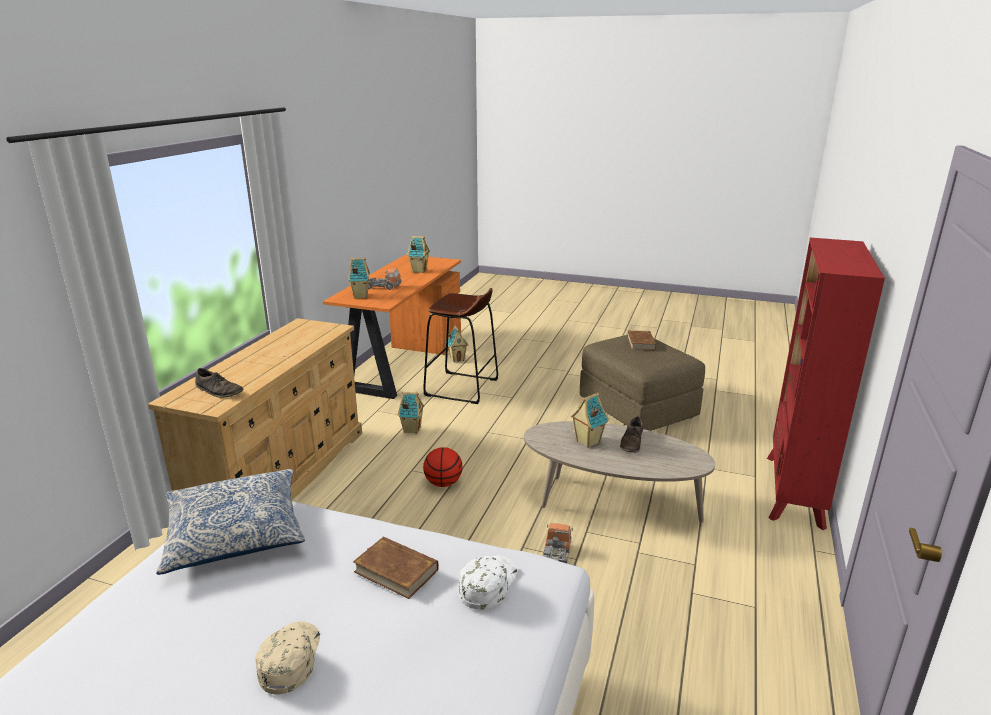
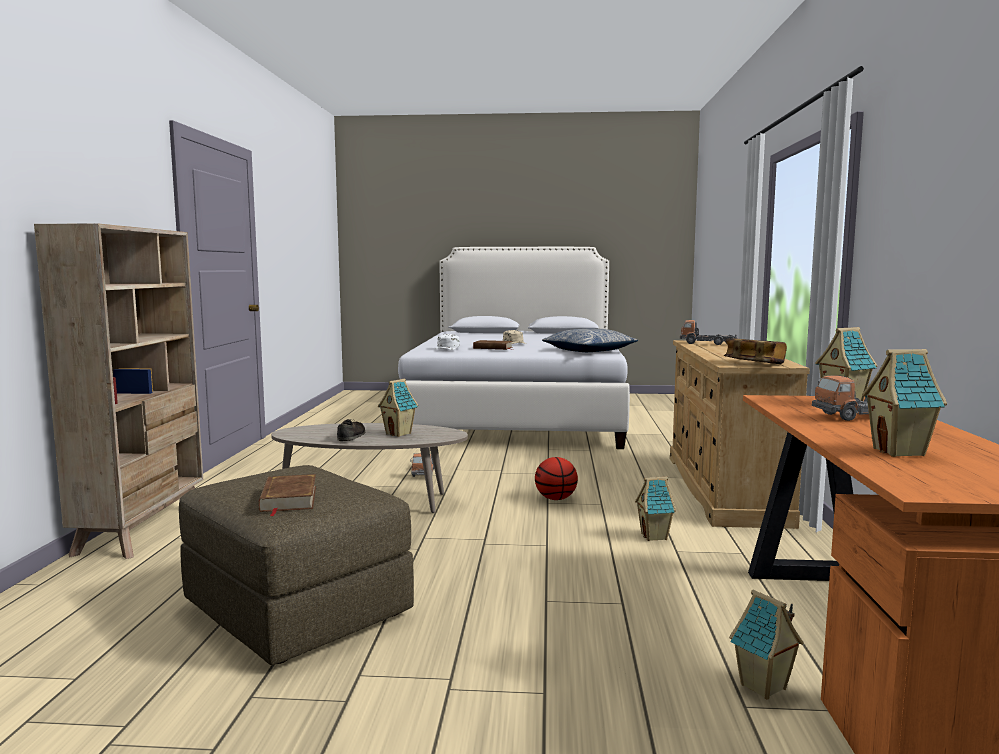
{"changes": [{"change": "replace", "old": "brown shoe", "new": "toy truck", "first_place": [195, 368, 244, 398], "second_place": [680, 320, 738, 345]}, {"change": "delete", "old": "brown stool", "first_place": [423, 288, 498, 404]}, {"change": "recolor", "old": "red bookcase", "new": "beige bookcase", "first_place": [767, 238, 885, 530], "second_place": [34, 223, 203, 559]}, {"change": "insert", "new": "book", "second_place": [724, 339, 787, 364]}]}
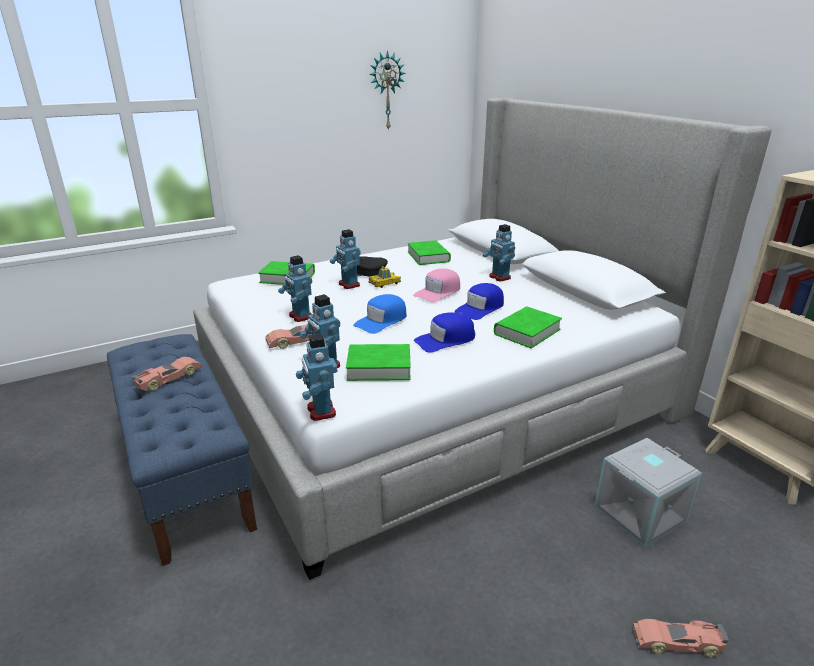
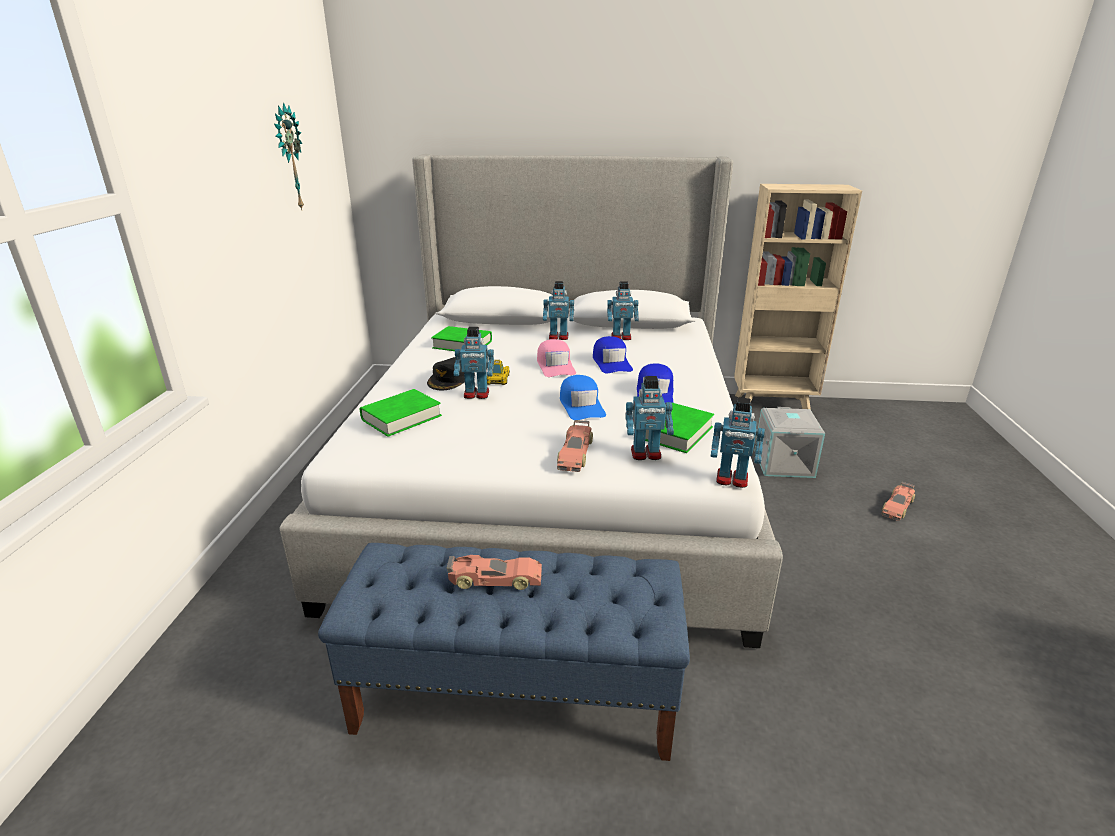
{"changes": [{"change": "rotate", "old": "toy car", "first_place": [132, 357, 202, 391], "second_place": [447, 555, 542, 590], "degrees": 105}, {"change": "move", "old": "toy robot", "first_place": [278, 255, 312, 322], "second_place": [607, 282, 639, 340]}, {"change": "delete", "old": "green book", "first_place": [494, 307, 562, 348]}]}
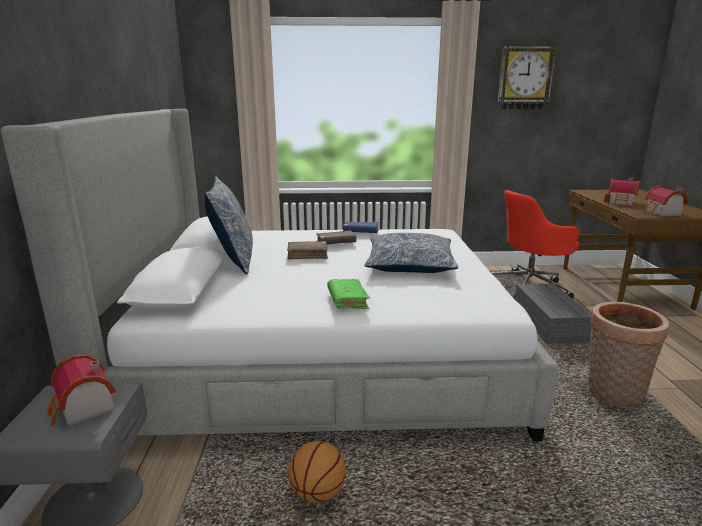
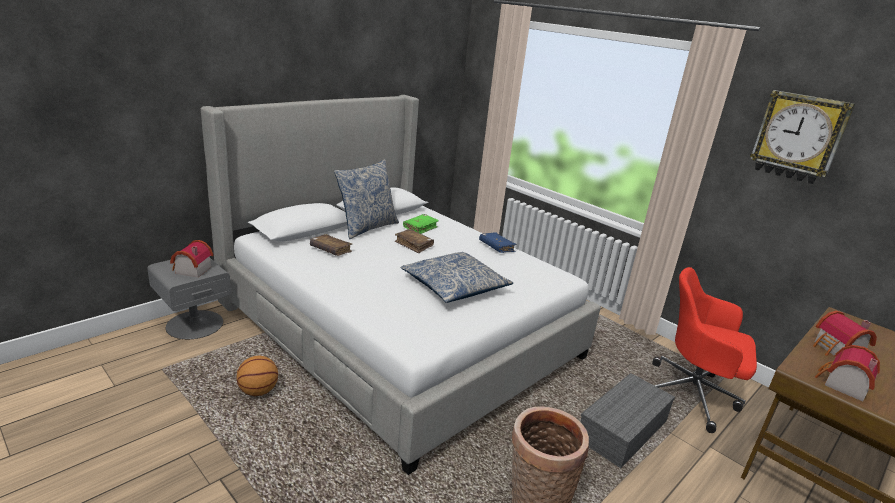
{"changes": [{"change": "move", "old": "brown book", "first_place": [316, 230, 356, 245], "second_place": [310, 234, 352, 256]}, {"change": "move", "old": "green book", "first_place": [327, 279, 370, 309], "second_place": [403, 214, 439, 234]}]}
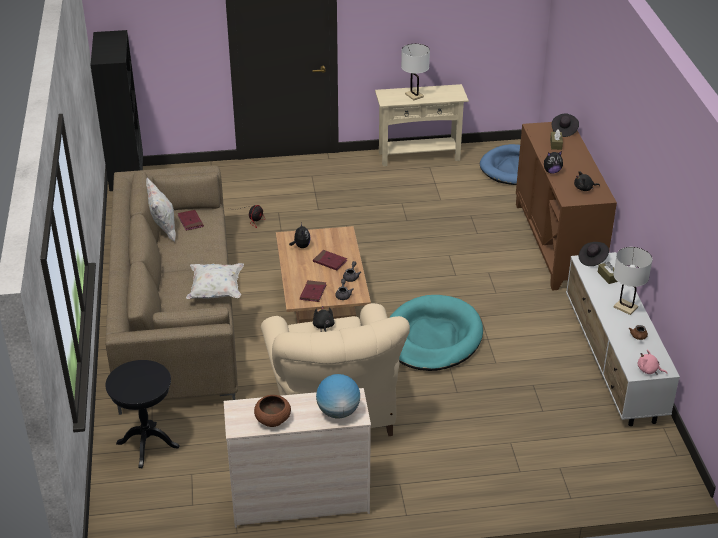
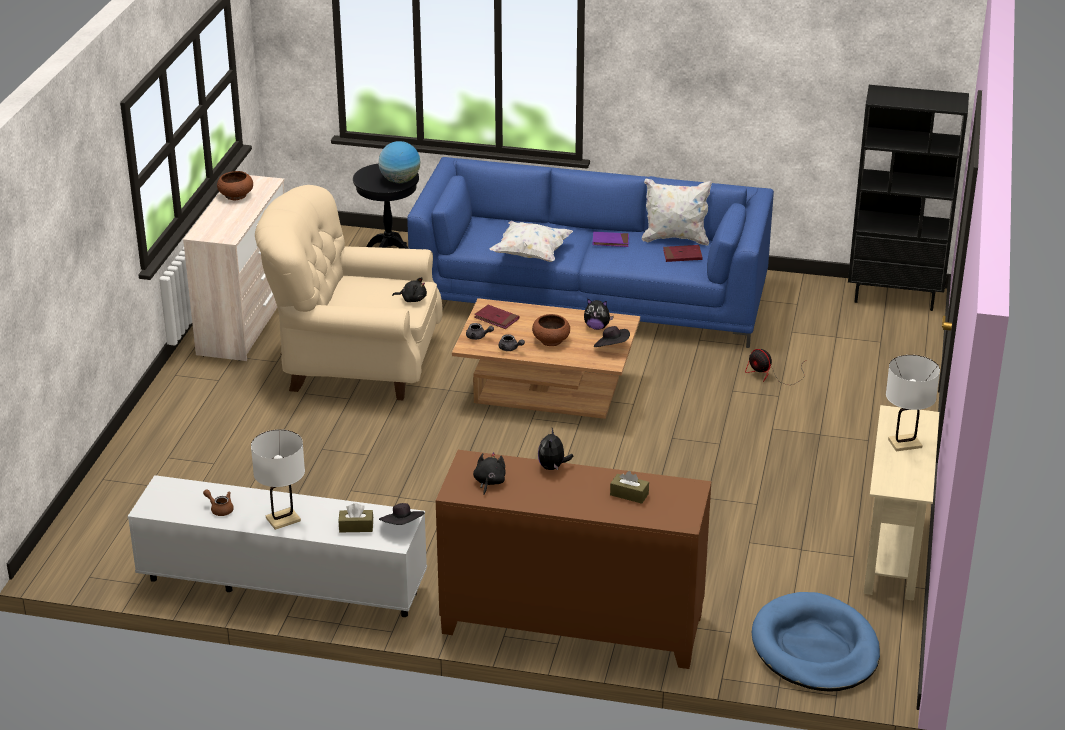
{"changes": [{"change": "recolor", "old": "brown sofa", "new": "blue sofa", "first_place": [105, 165, 238, 415], "second_place": [407, 157, 774, 348]}, {"change": "replace", "old": "red book", "new": "brown bowl", "first_place": [313, 250, 347, 271], "second_place": [532, 314, 570, 346]}, {"change": "move", "old": "globe", "first_place": [316, 374, 360, 418], "second_place": [378, 141, 420, 183]}, {"change": "delete", "old": "turquoise dog bed", "first_place": [389, 295, 483, 371]}, {"change": "move", "old": "black hat", "first_place": [552, 113, 579, 137], "second_place": [594, 326, 630, 347]}, {"change": "delete", "old": "pink plush toy", "first_place": [638, 350, 668, 375]}, {"change": "insert", "new": "purple book", "second_place": [592, 232, 629, 247]}]}
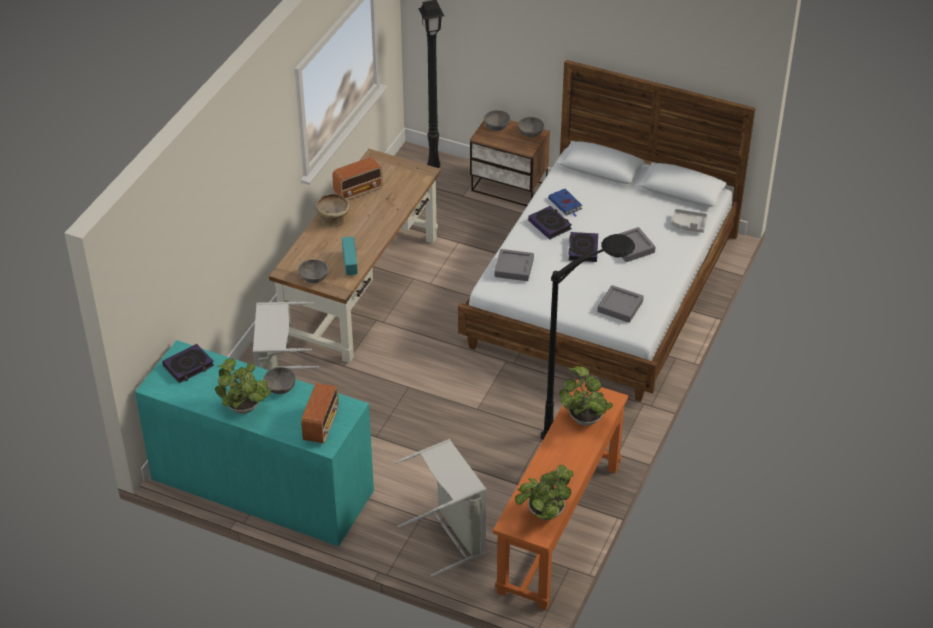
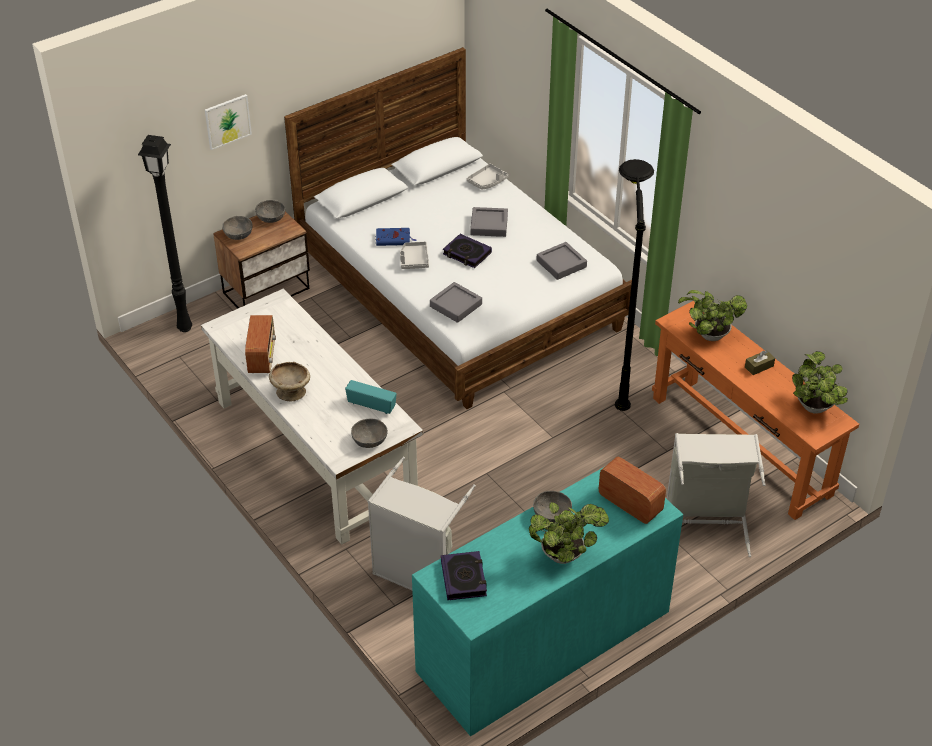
{"changes": [{"change": "recolor", "old": "brown desk", "new": "white desk", "first_place": [269, 149, 441, 363], "second_place": [201, 289, 423, 545]}, {"change": "replace", "old": "book", "new": "grey tray", "first_place": [528, 206, 572, 240], "second_place": [400, 242, 429, 269]}, {"change": "insert", "new": "picture", "second_place": [205, 94, 252, 150]}, {"change": "insert", "new": "brown tissue box", "second_place": [745, 350, 775, 375]}]}
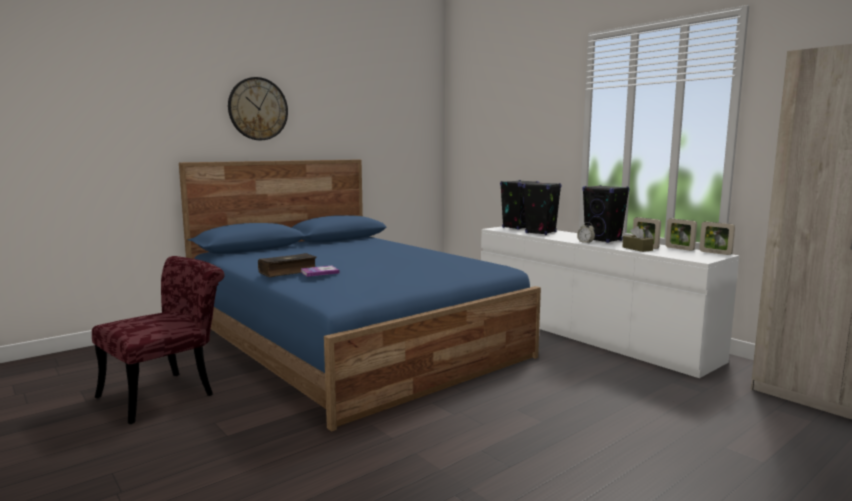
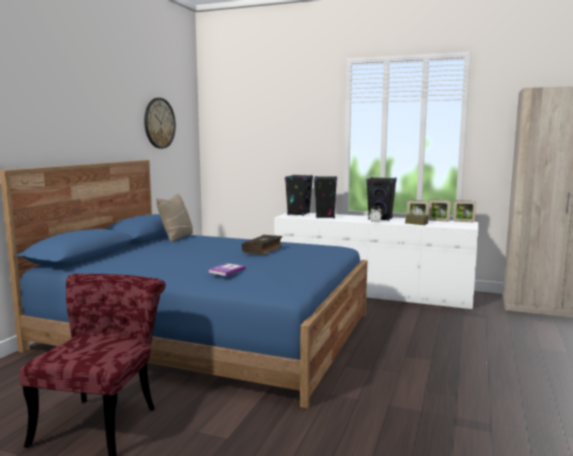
{"changes": [{"change": "move", "old": "wall clock", "first_place": [228, 77, 288, 140], "second_place": [144, 98, 176, 149]}, {"change": "move", "old": "book", "first_place": [258, 253, 317, 277], "second_place": [242, 235, 283, 255]}, {"change": "insert", "new": "beige pillow", "second_place": [156, 194, 193, 242]}]}
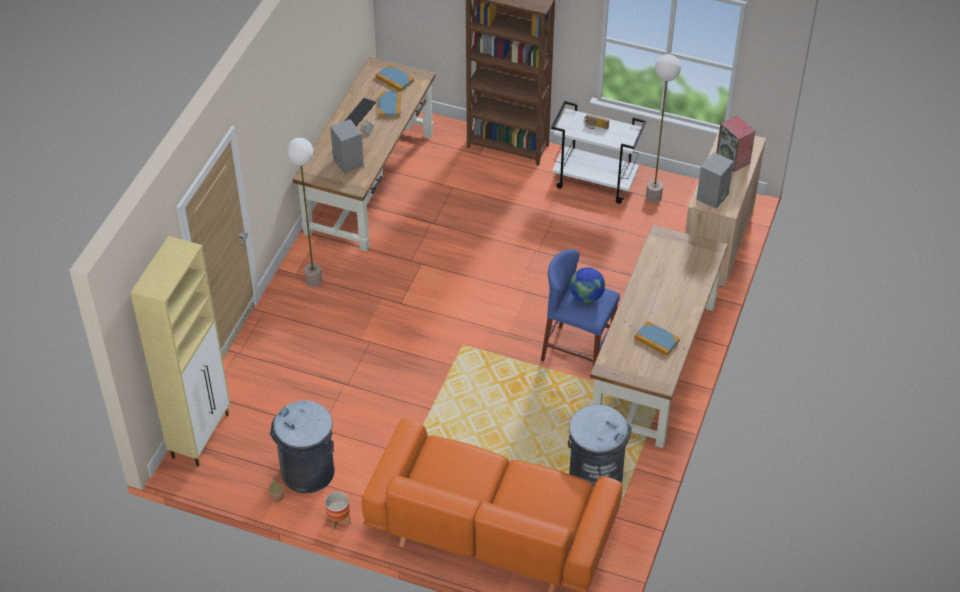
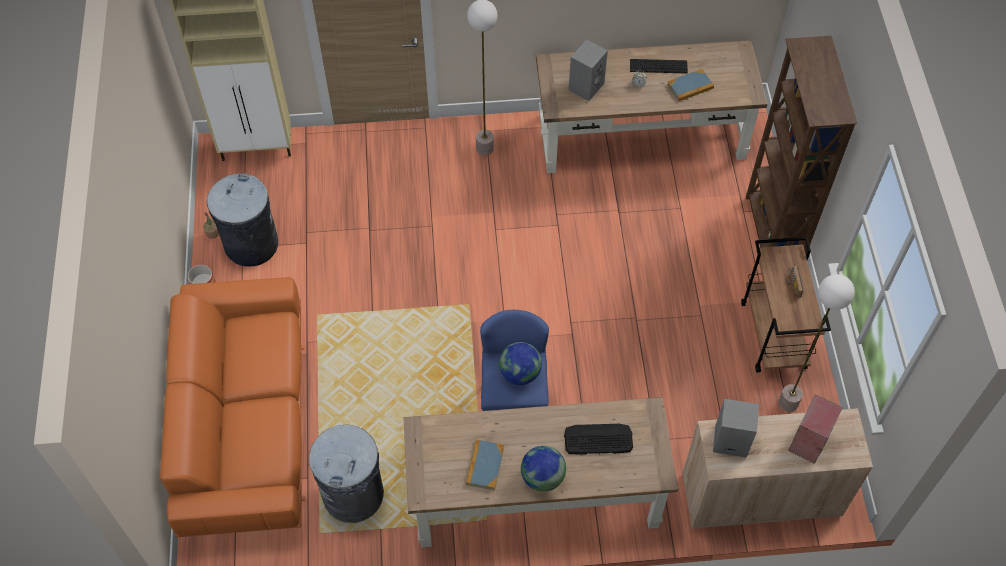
{"changes": [{"change": "delete", "old": "book", "first_place": [375, 64, 414, 92]}, {"change": "recolor", "old": "white cart", "new": "brown cart", "first_place": [551, 101, 646, 204], "second_place": [741, 237, 831, 373]}, {"change": "insert", "new": "globe", "second_place": [521, 446, 566, 492]}, {"change": "insert", "new": "keyboard", "second_place": [564, 423, 633, 455]}]}
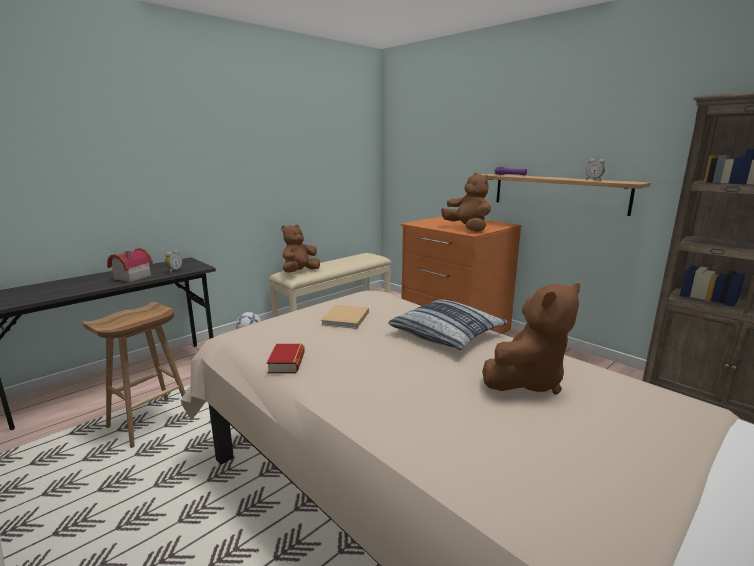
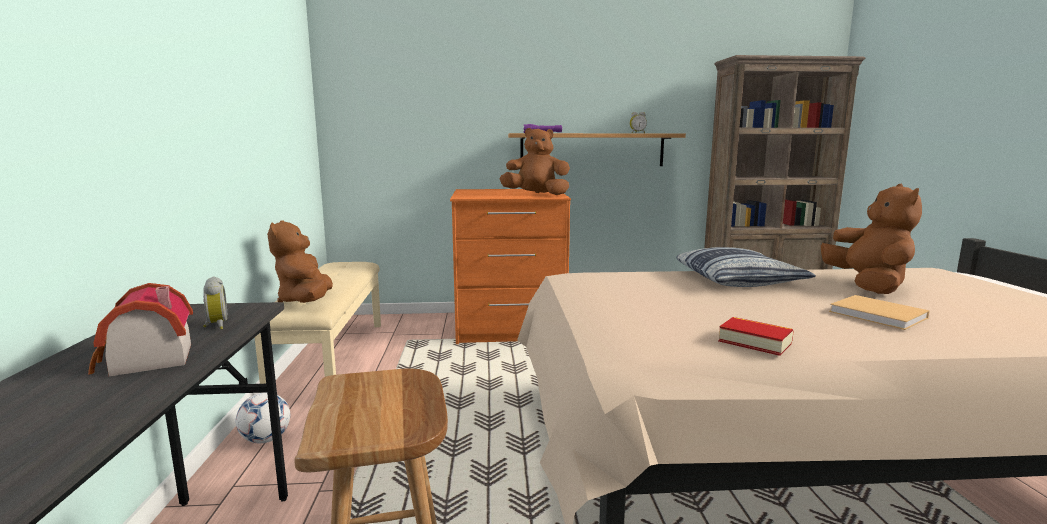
{"changes": [{"change": "move", "old": "beige book", "first_place": [321, 305, 369, 329], "second_place": [829, 295, 930, 330]}]}
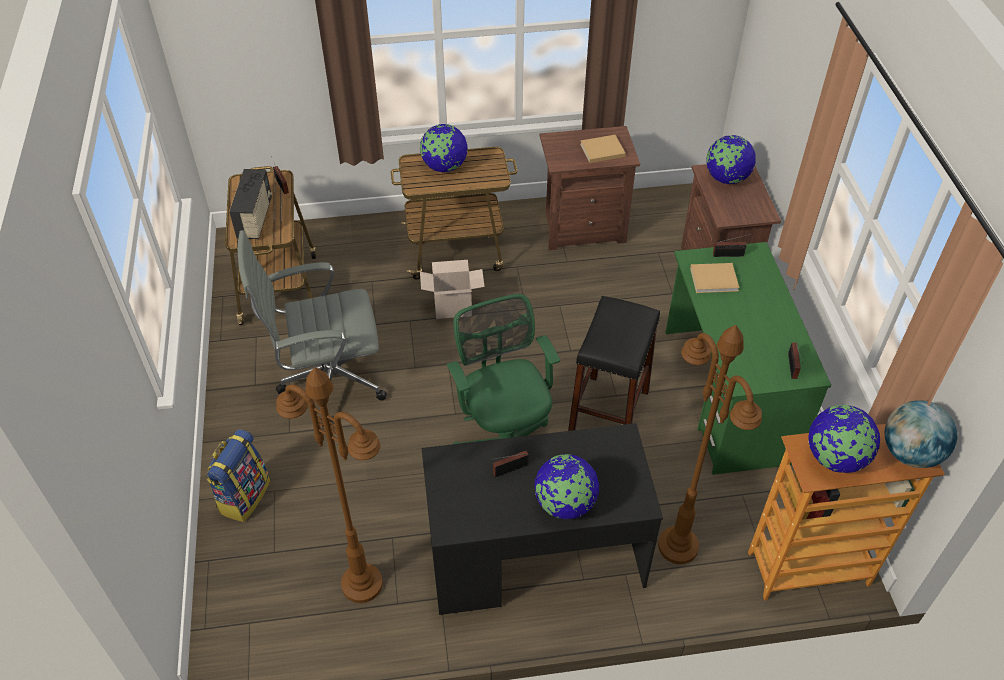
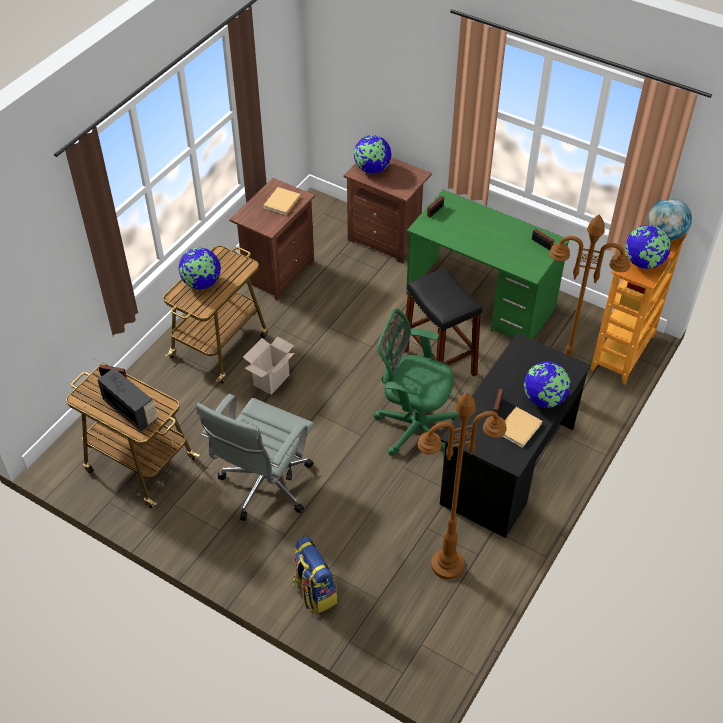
{"changes": [{"change": "move", "old": "beige book", "first_place": [690, 263, 739, 293], "second_place": [502, 407, 542, 448]}]}
